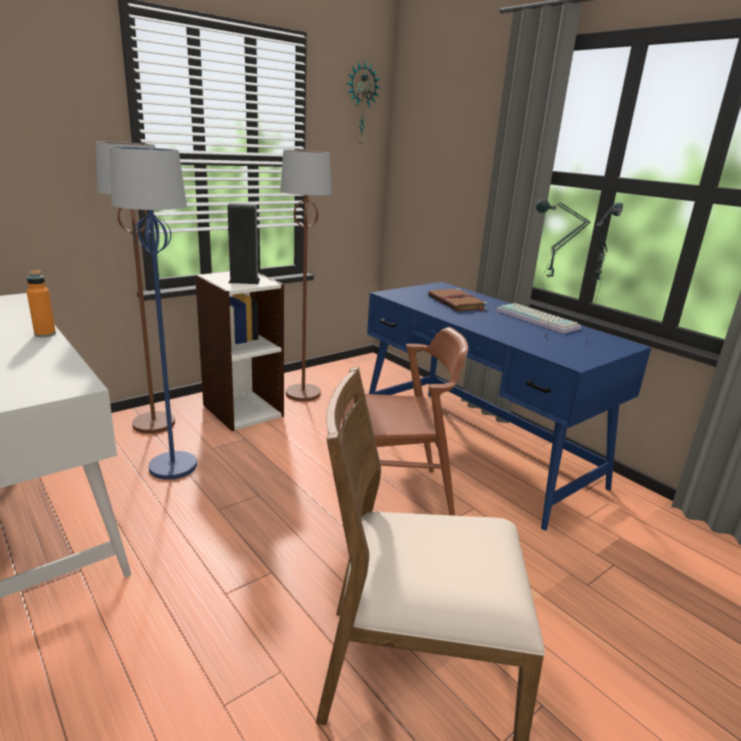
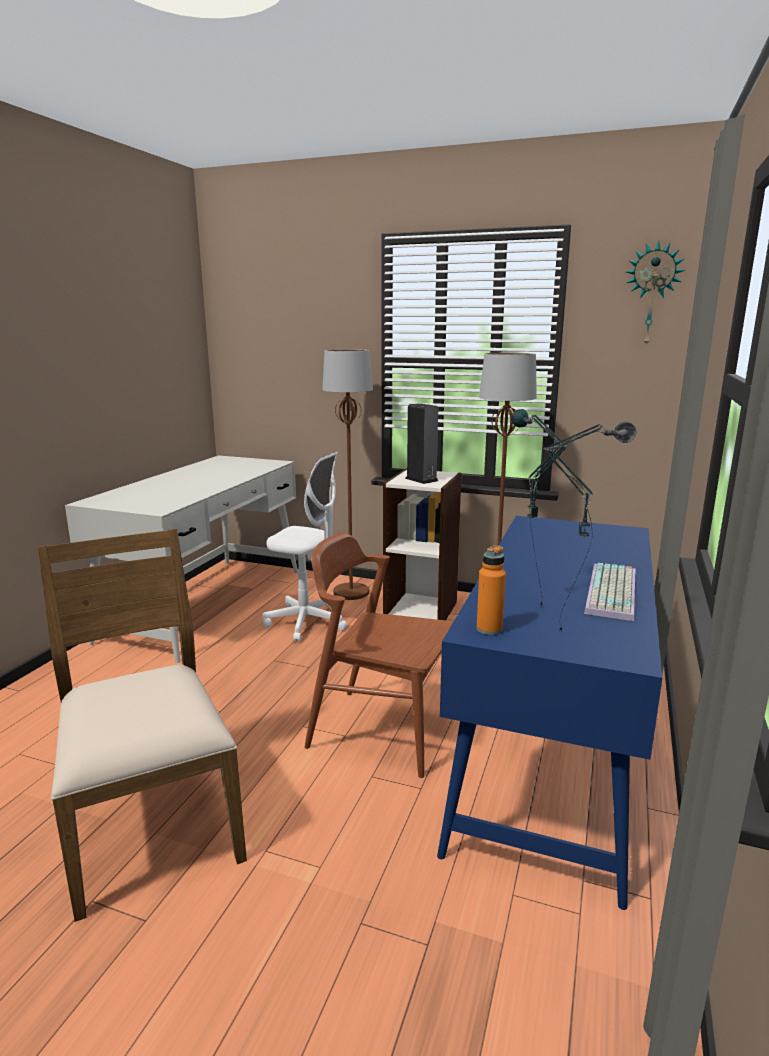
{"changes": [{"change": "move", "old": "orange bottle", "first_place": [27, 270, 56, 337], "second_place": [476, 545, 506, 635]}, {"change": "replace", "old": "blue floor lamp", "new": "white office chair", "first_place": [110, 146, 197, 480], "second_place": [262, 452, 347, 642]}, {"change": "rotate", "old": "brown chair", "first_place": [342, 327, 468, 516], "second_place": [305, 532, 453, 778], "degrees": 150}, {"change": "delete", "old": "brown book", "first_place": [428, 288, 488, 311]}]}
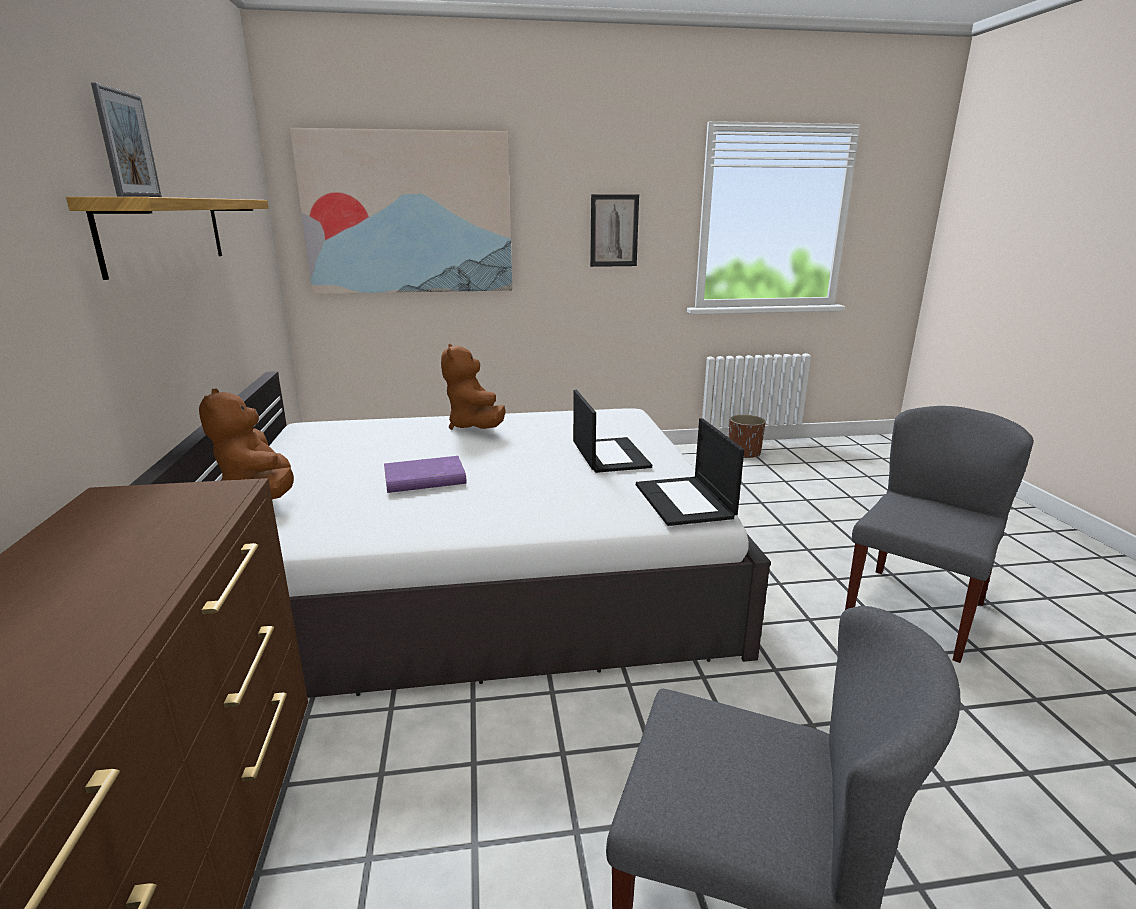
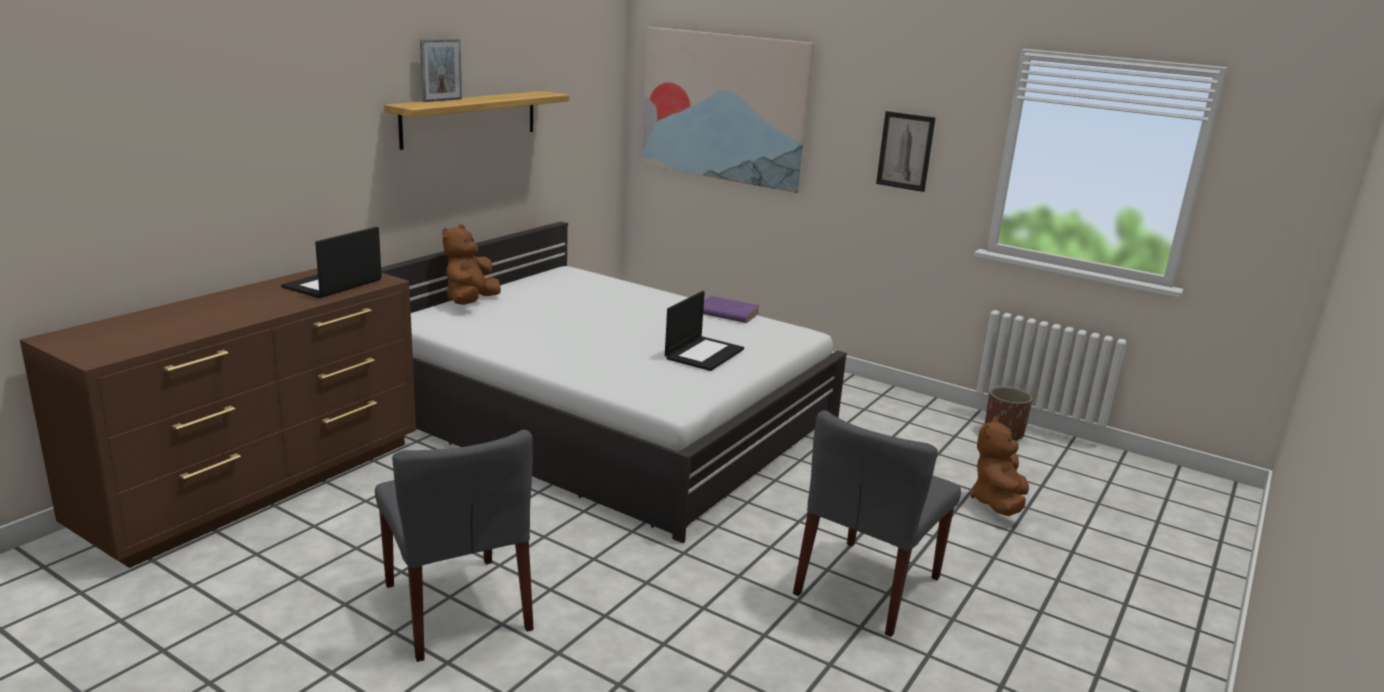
{"changes": [{"change": "move", "old": "purple book", "first_place": [384, 456, 467, 493], "second_place": [703, 296, 760, 323]}, {"change": "move", "old": "brown plush toy", "first_place": [441, 344, 506, 430], "second_place": [970, 417, 1029, 516]}, {"change": "move", "old": "laptop", "first_place": [636, 418, 744, 526], "second_place": [281, 227, 382, 298]}, {"change": "rotate", "old": "grey chair", "first_place": [845, 406, 1034, 663], "second_place": [793, 410, 961, 637], "degrees": 135}]}
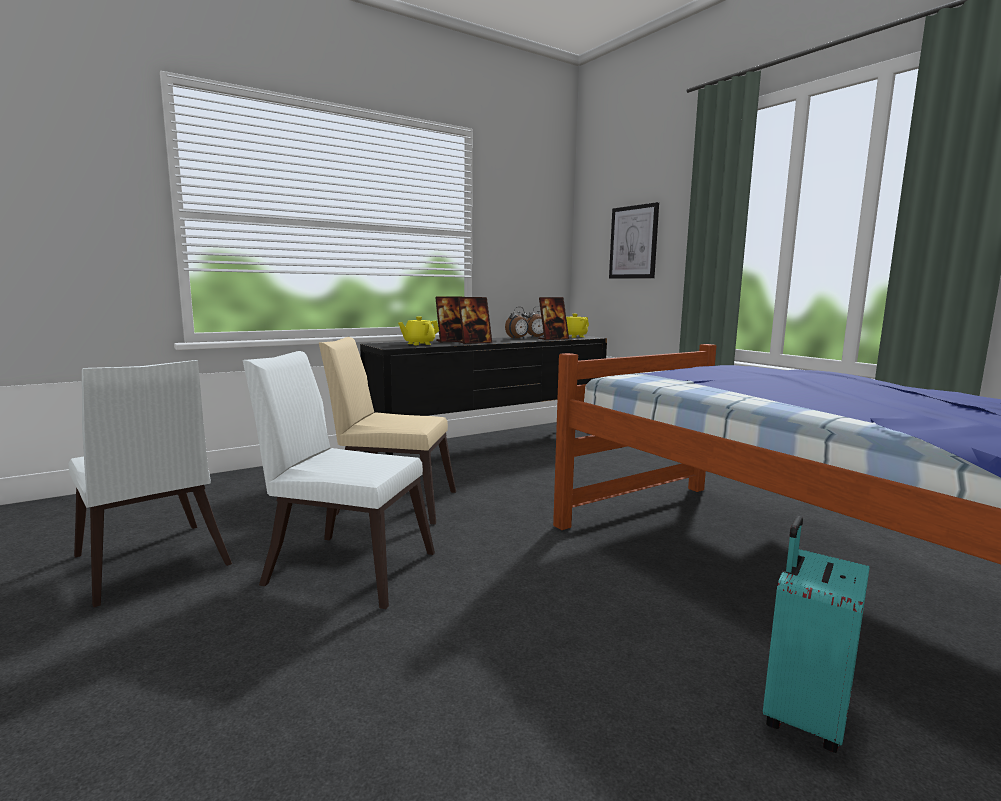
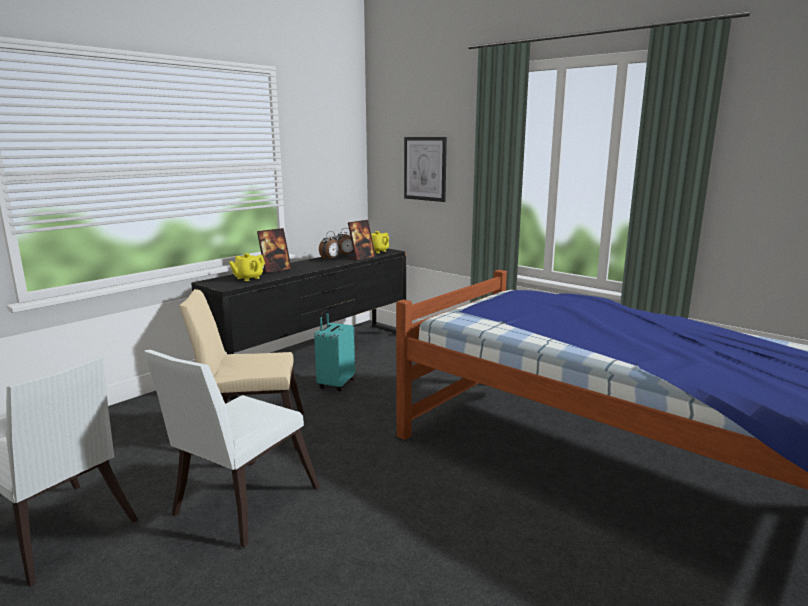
{"changes": [{"change": "rotate", "old": "white chair", "first_place": [243, 351, 435, 609], "second_place": [144, 350, 320, 547], "degrees": -60}, {"change": "delete", "old": "picture frame", "first_place": [458, 297, 492, 344]}, {"change": "move", "old": "turquoise suitcase", "first_place": [763, 516, 870, 753], "second_place": [314, 309, 355, 391]}]}
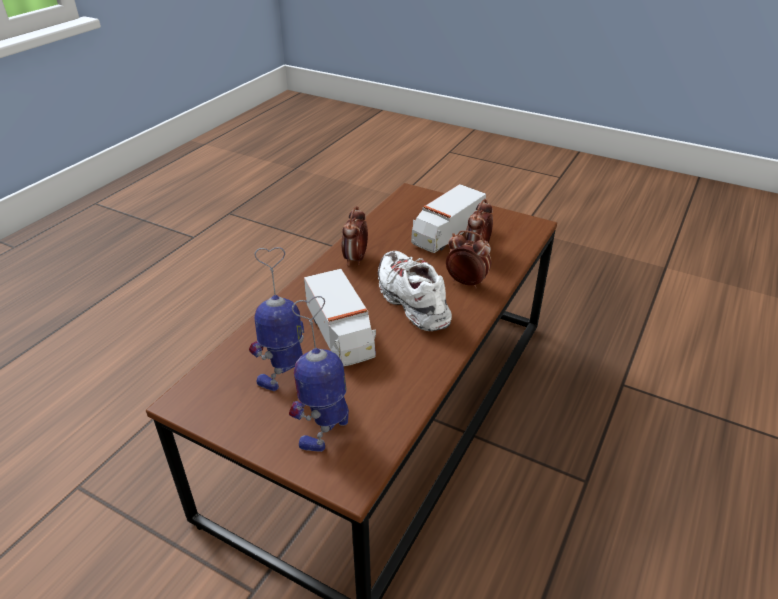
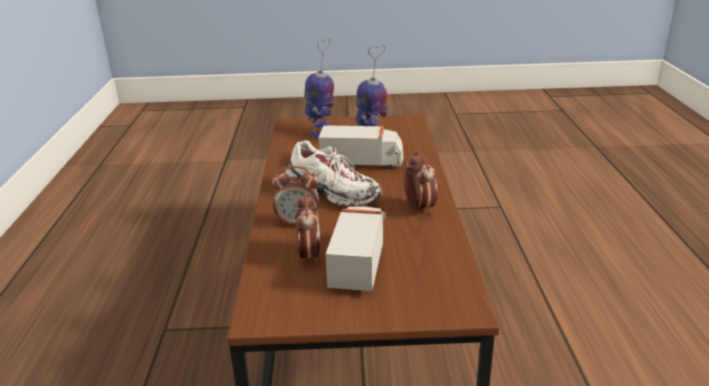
{"changes": [{"change": "rotate", "old": "toy truck", "first_place": [304, 269, 376, 366], "second_place": [318, 125, 403, 169], "degrees": 150}]}
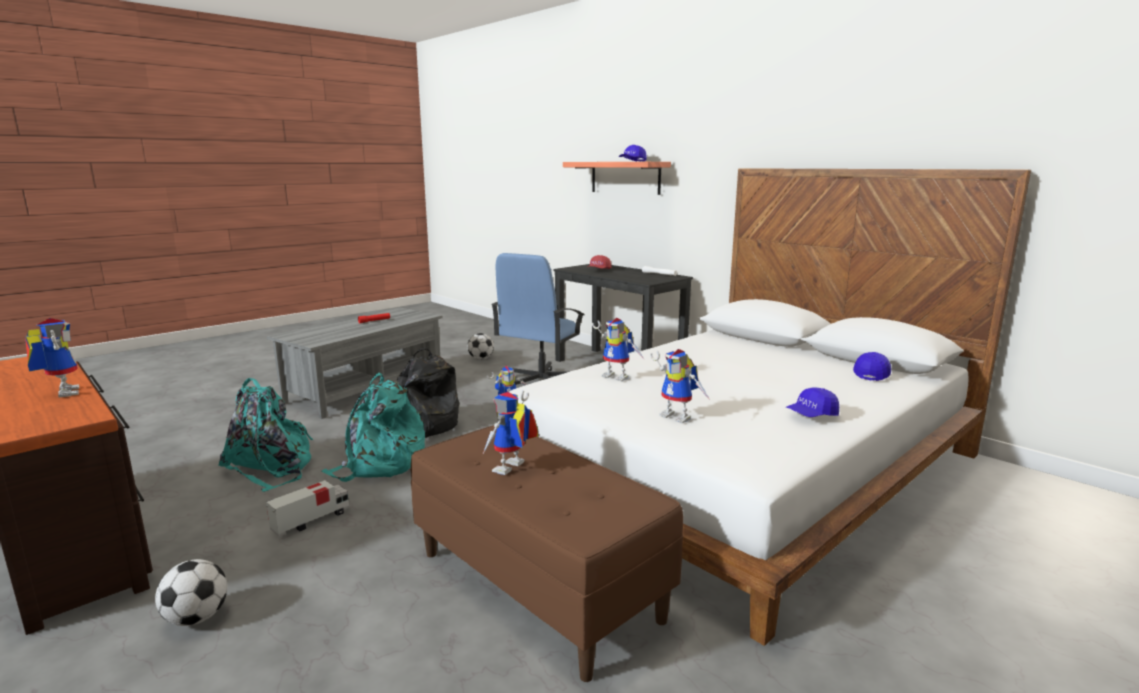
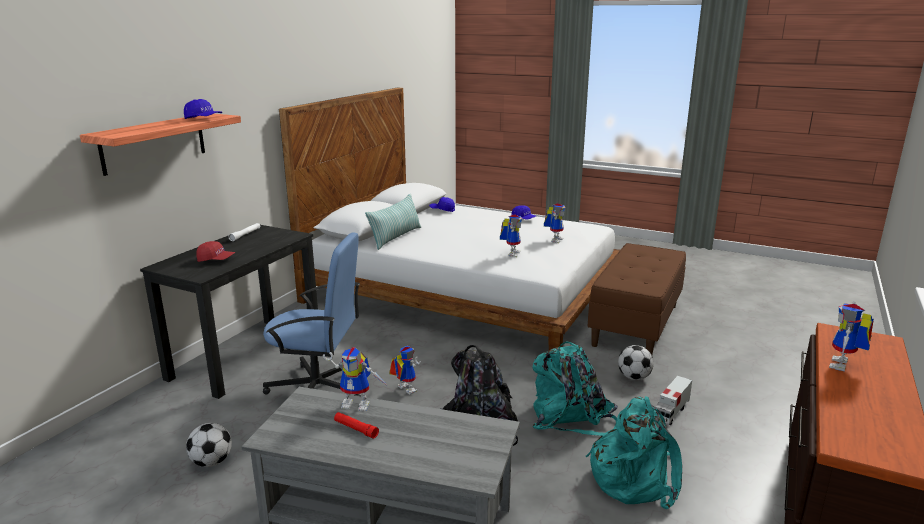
{"changes": [{"change": "move", "old": "football", "first_place": [155, 559, 227, 626], "second_place": [618, 345, 654, 380]}, {"change": "rotate", "old": "toy truck", "first_place": [266, 480, 349, 537], "second_place": [655, 376, 692, 425], "degrees": -75}, {"change": "move", "old": "toy robot", "first_place": [482, 391, 539, 475], "second_place": [323, 347, 389, 411]}, {"change": "insert", "new": "pillow", "second_place": [365, 194, 421, 250]}]}
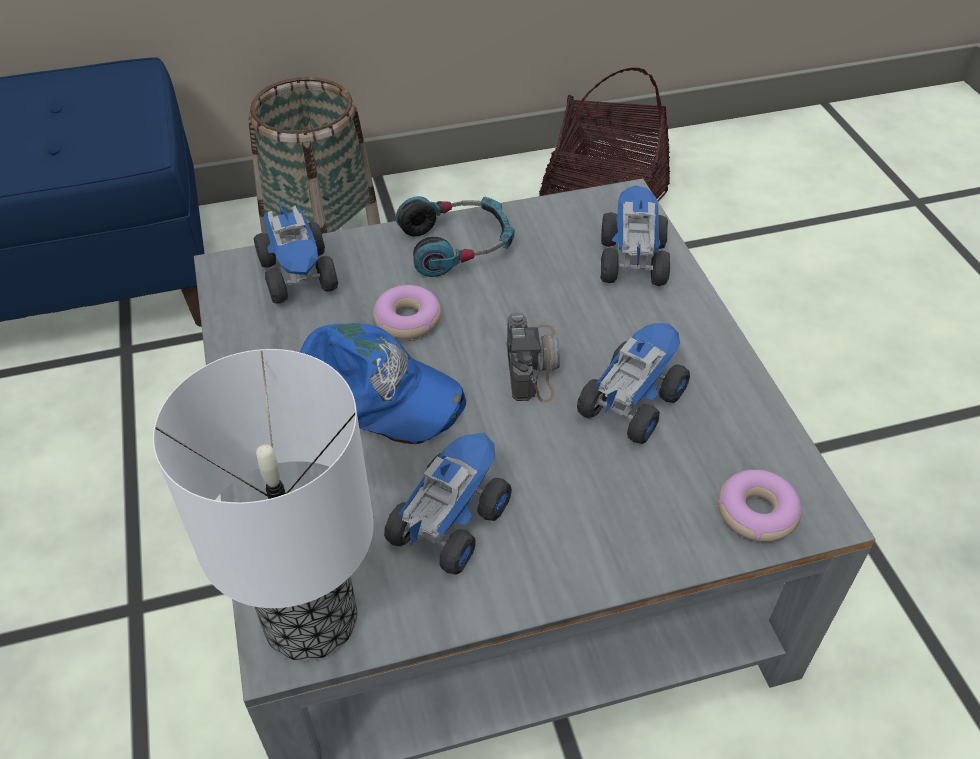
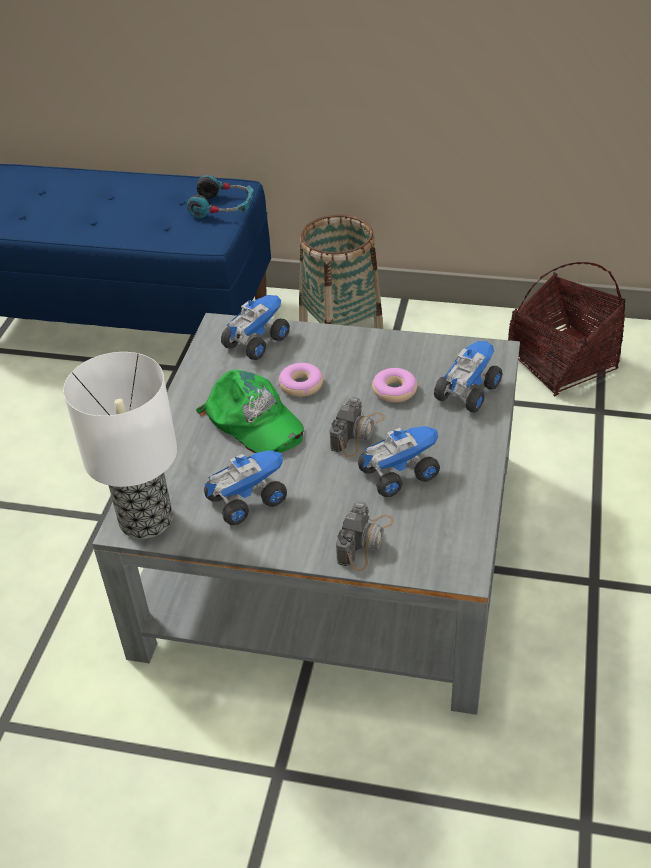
{"changes": [{"change": "rotate", "old": "toy truck", "first_place": [254, 197, 338, 304], "second_place": [221, 295, 290, 360], "degrees": -150}, {"change": "recolor", "old": "blue cap", "new": "green cap", "first_place": [300, 323, 466, 444], "second_place": [196, 370, 304, 453]}, {"change": "move", "old": "headphones", "first_place": [396, 196, 514, 277], "second_place": [186, 175, 254, 219]}, {"change": "move", "old": "donut", "first_place": [717, 470, 802, 542], "second_place": [372, 368, 417, 403]}, {"change": "insert", "new": "photo camera", "second_place": [336, 501, 394, 571]}]}
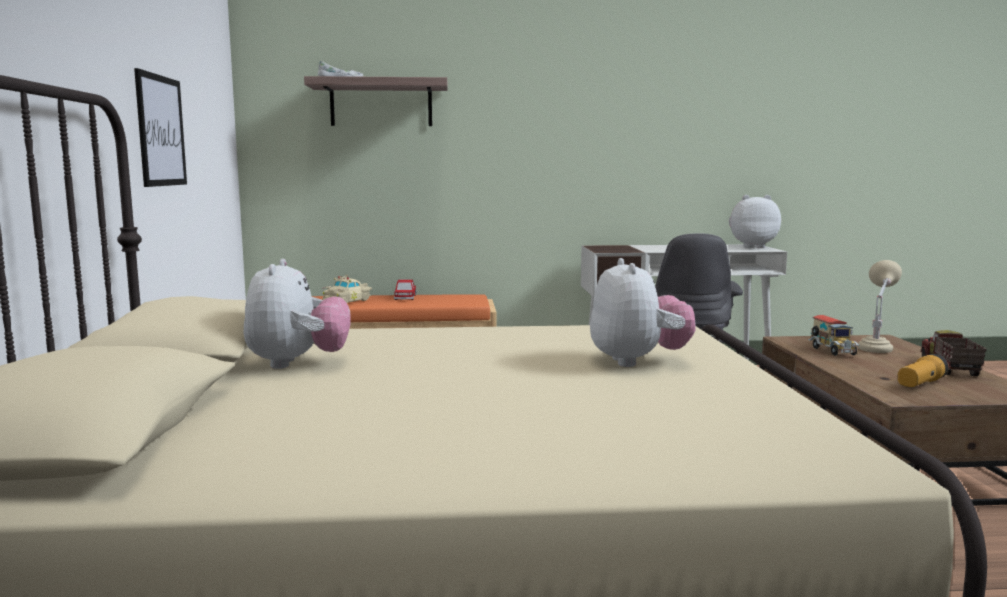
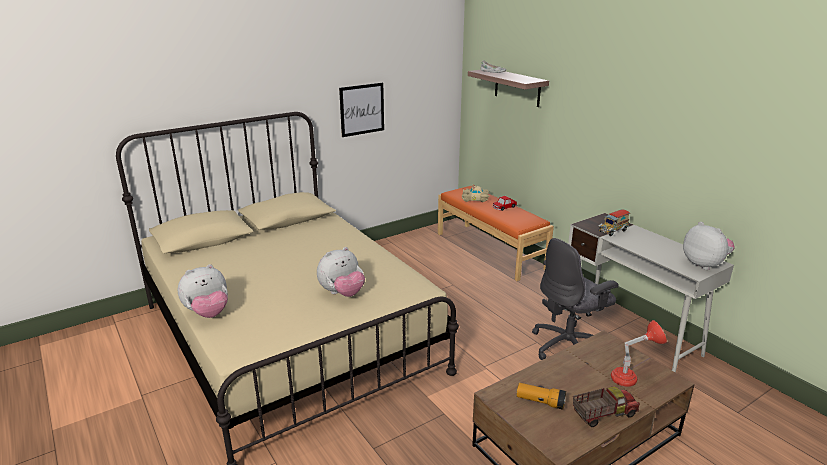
{"changes": [{"change": "move", "old": "plush toy", "first_place": [244, 259, 351, 369], "second_place": [177, 264, 228, 318]}, {"change": "move", "old": "toy truck", "first_place": [808, 315, 859, 356], "second_place": [599, 210, 630, 236]}, {"change": "recolor", "old": "beige table lamp", "new": "red table lamp", "first_place": [858, 260, 902, 353], "second_place": [611, 320, 667, 387]}]}
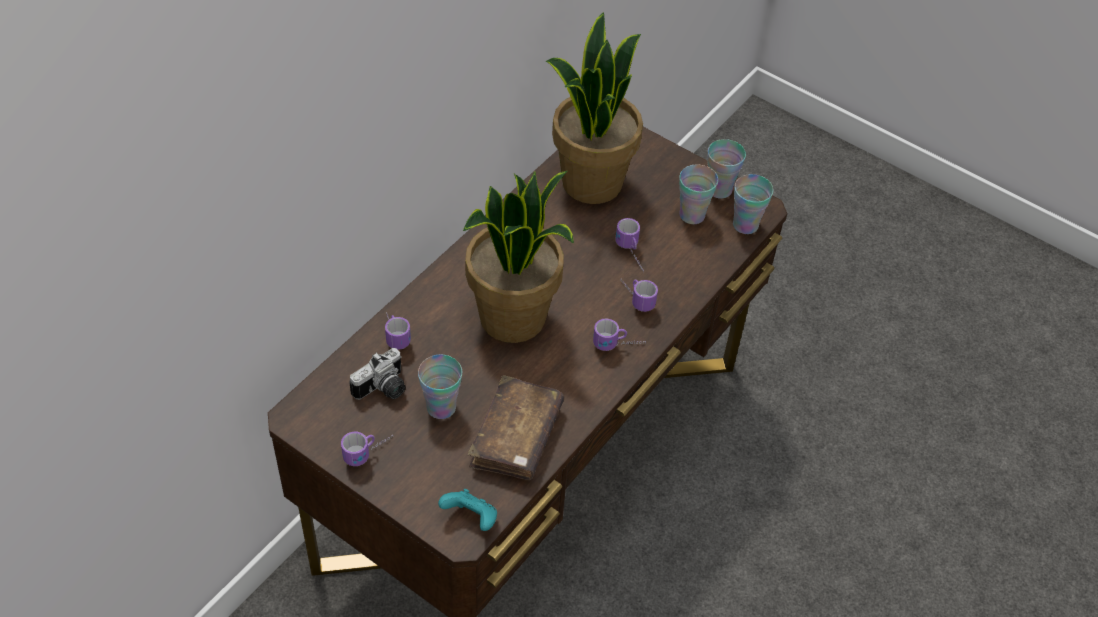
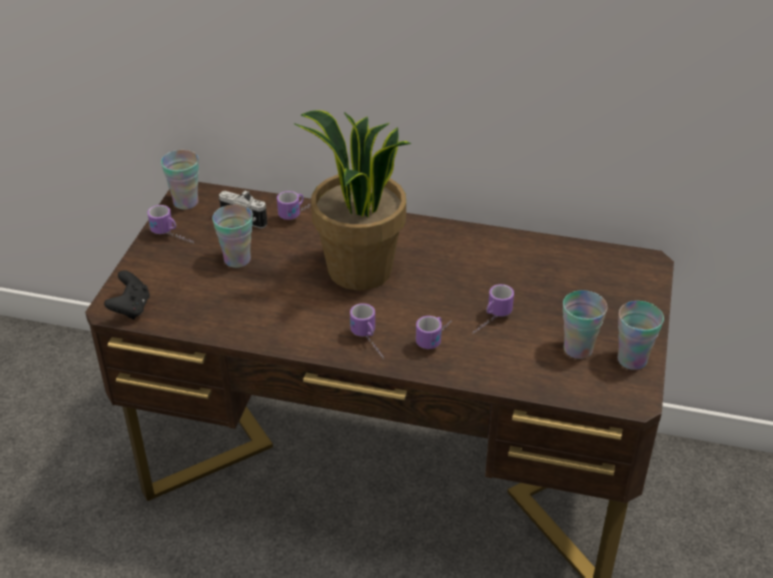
{"changes": [{"change": "recolor", "old": "turquoise game controller", "new": "black game controller", "first_place": [438, 489, 497, 531], "second_place": [104, 270, 150, 320]}, {"change": "delete", "old": "brown book", "first_place": [468, 375, 564, 480]}, {"change": "delete", "old": "potted plant", "first_place": [545, 12, 643, 204]}, {"change": "move", "old": "cup", "first_place": [733, 174, 773, 234], "second_place": [161, 150, 199, 210]}]}
